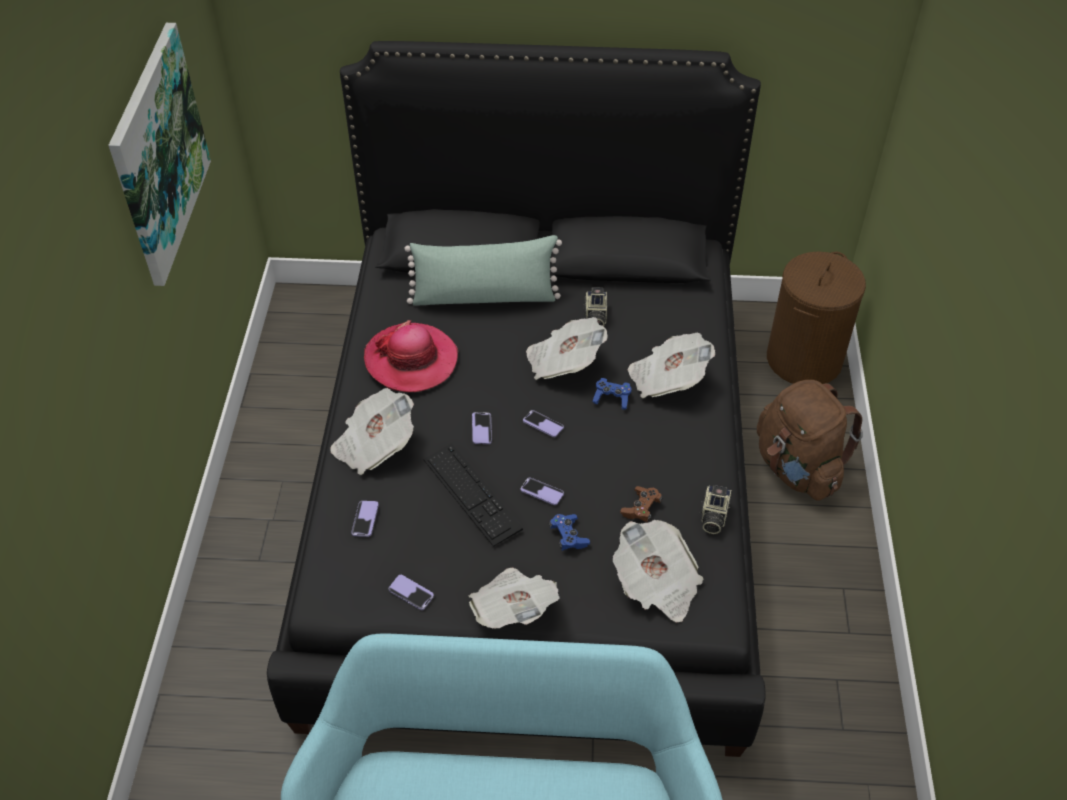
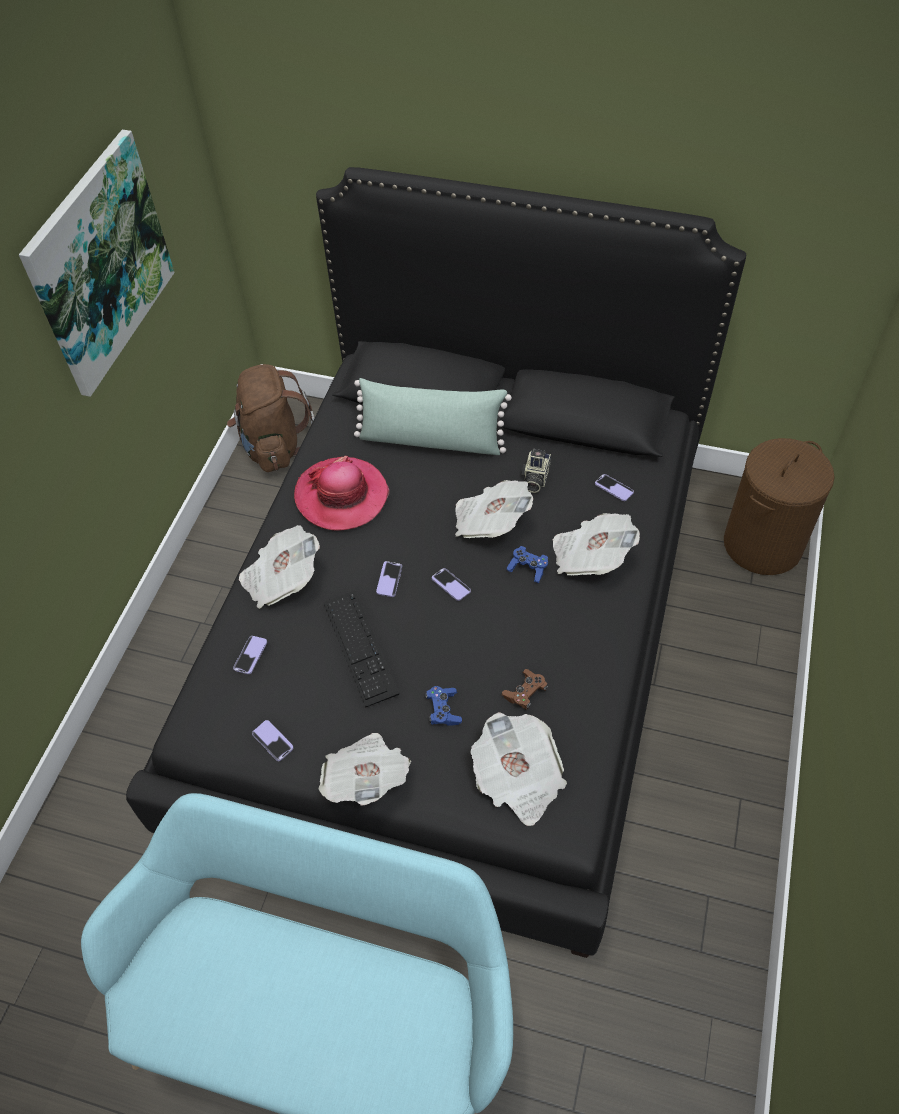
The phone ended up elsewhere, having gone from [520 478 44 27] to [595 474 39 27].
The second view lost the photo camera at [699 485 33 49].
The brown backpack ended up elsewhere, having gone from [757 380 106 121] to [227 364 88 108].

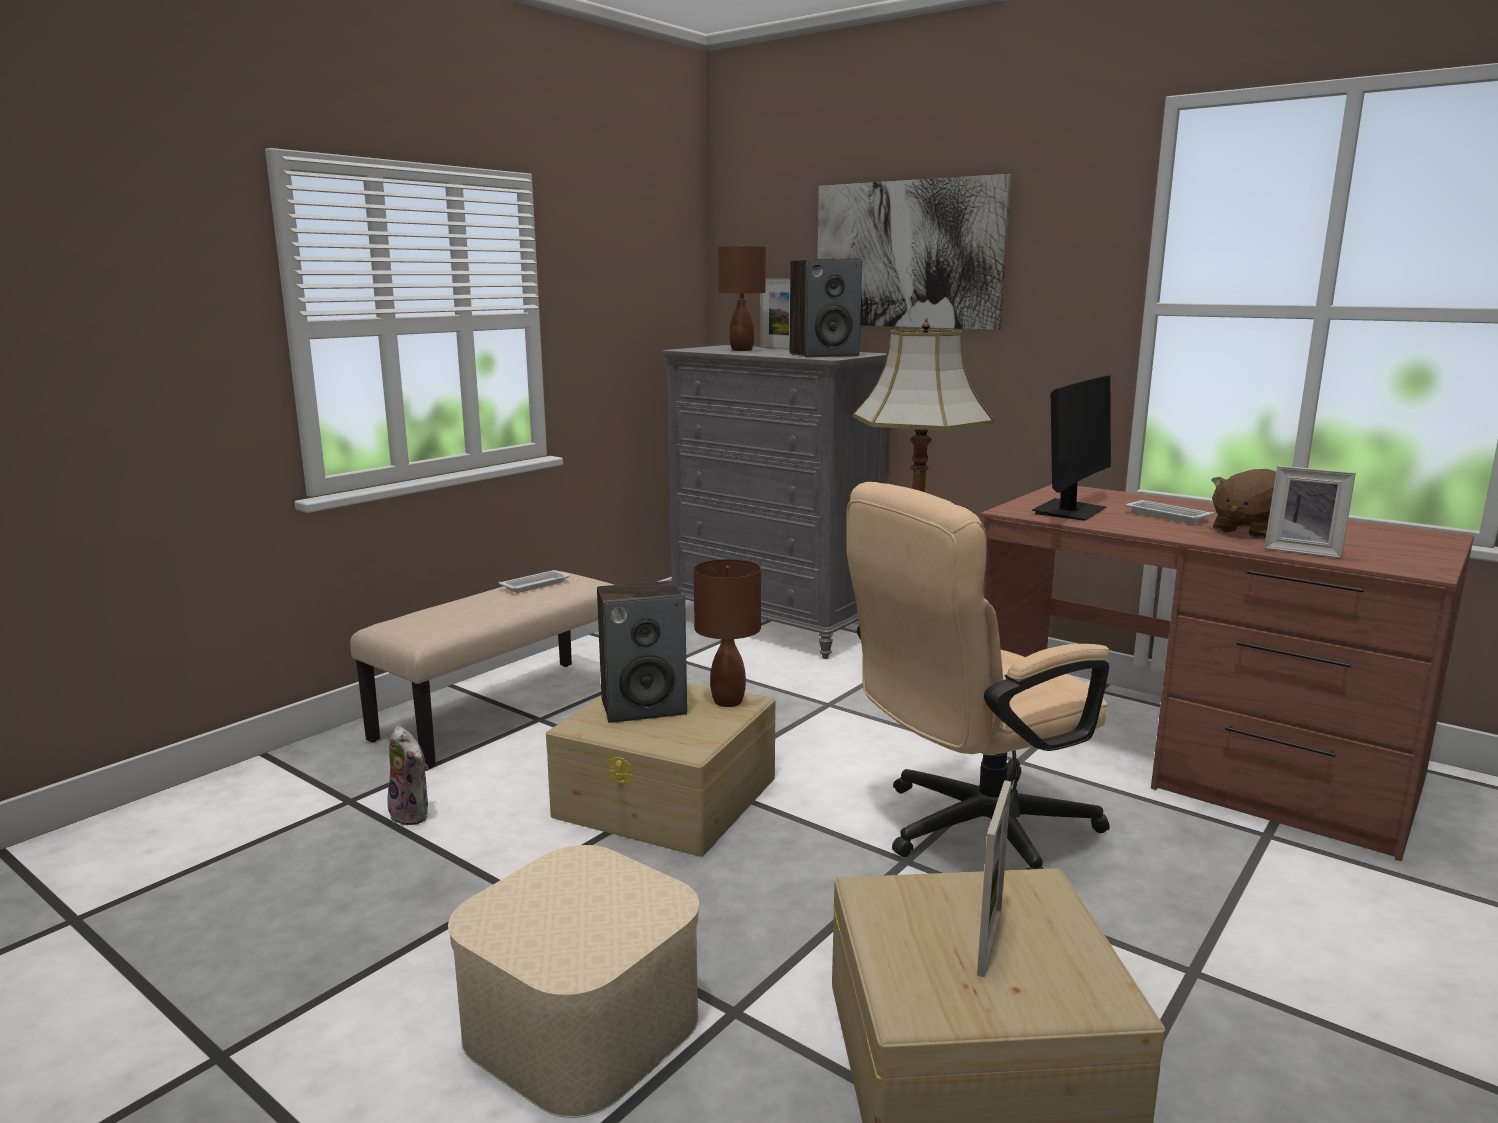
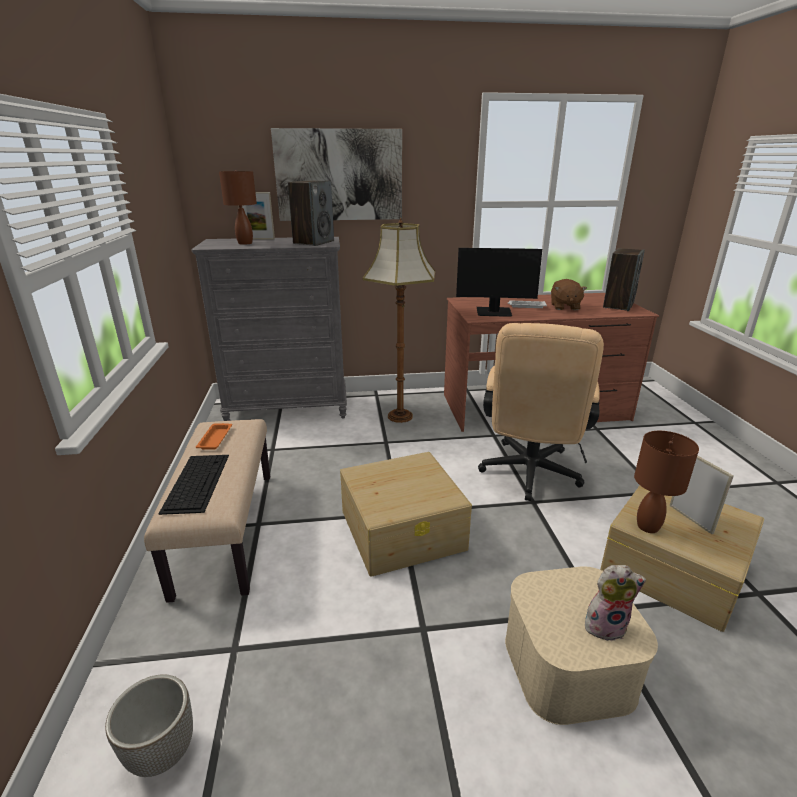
The plush toy ended up elsewhere, having gone from [387 726 41 100] to [585 565 61 76].
What was the white tray at [499 570 71 23] turned into the orange tray at [196 423 36 27].
The speaker ended up elsewhere, having gone from [597 581 90 142] to [603 248 42 63].
The brown table lamp ended up elsewhere, having gone from [693 559 68 148] to [634 431 65 102].
The monitor at [1032 375 79 146] ended up facing another way, 105 degrees clockwise from before.
The second view lost the picture frame at [1264 466 92 92].
The second view gained the planter at [105 674 88 103].
The second view gained the keyboard at [159 455 70 60].

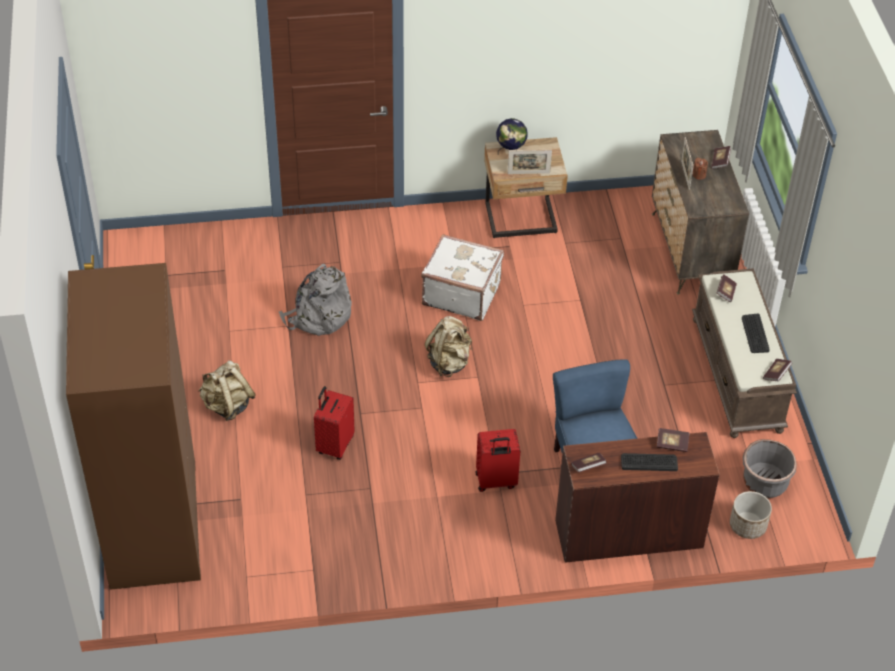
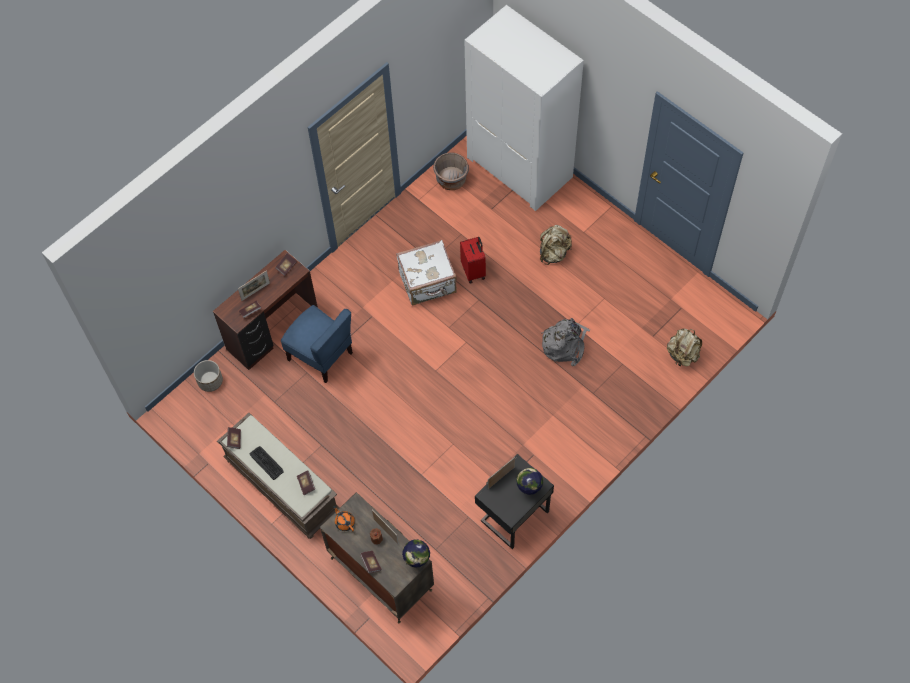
What was the brown wardrobe at [66 263 135 327] turned into the white wardrobe at [464 5 120 206].
The white suitcase ended up elsewhere, having gone from [421 234 83 87] to [396 240 61 65].
The beige backpack ended up elsewhere, having gone from [425 316 47 61] to [667 328 35 38].
The second view lost the red suitcase at [475 429 45 63].
What was the beige nightstand at [484 137 84 101] turned into the black nightstand at [475 454 79 95].
Where the keyboard stood at [621 453 57 18], the picture frame came to stand at [238 271 32 30].
The grey planter ended up elsewhere, having gone from [743 439 54 59] to [433 152 36 38].
The second view gained the orange teapot at [333 506 22 25].
The second view gained the globe at [402 539 28 29].

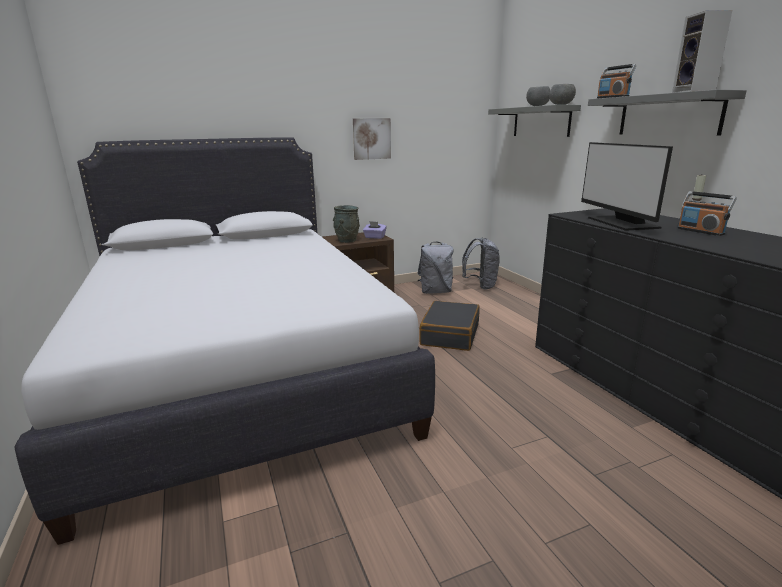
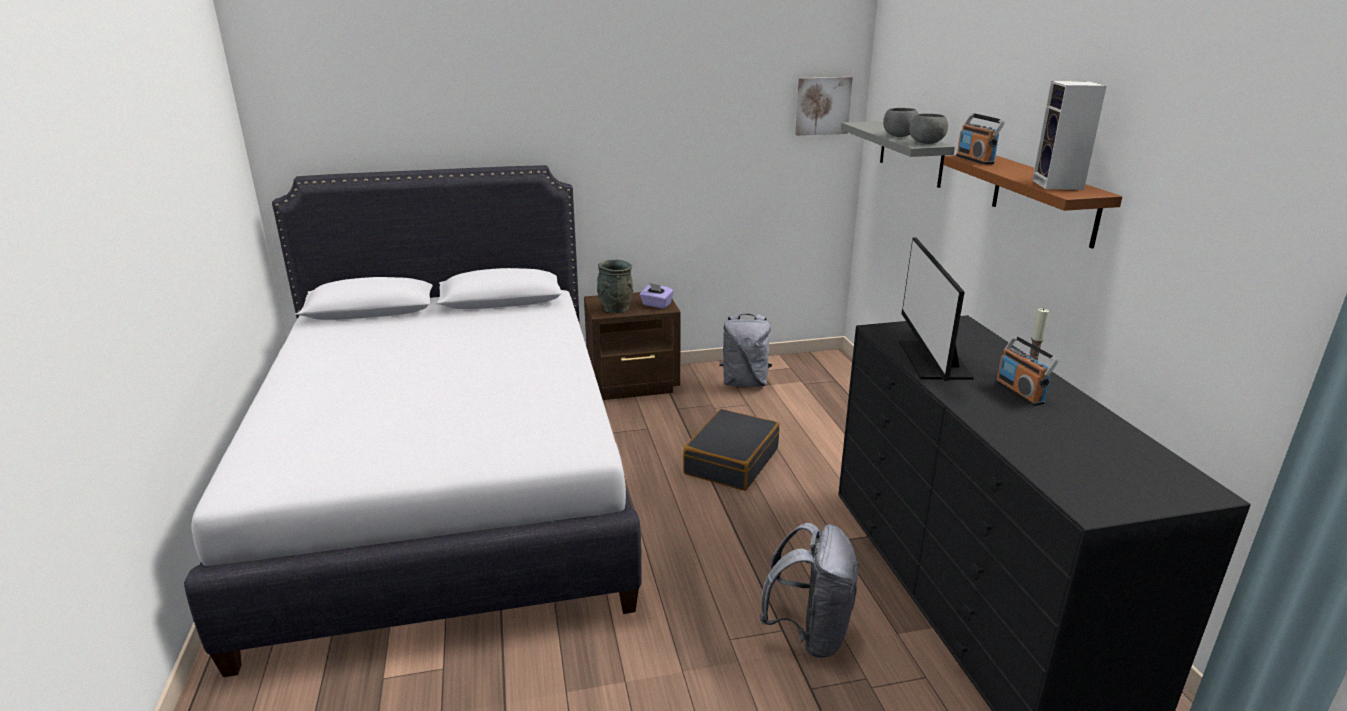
The picture ended up elsewhere, having gone from [353 118 38 42] to [795 77 58 59].
The grey backpack ended up elsewhere, having gone from [462 237 38 52] to [759 523 101 135].
What was the grey shelf at [588 89 159 47] turned into the brown shelf at [943 155 180 94].

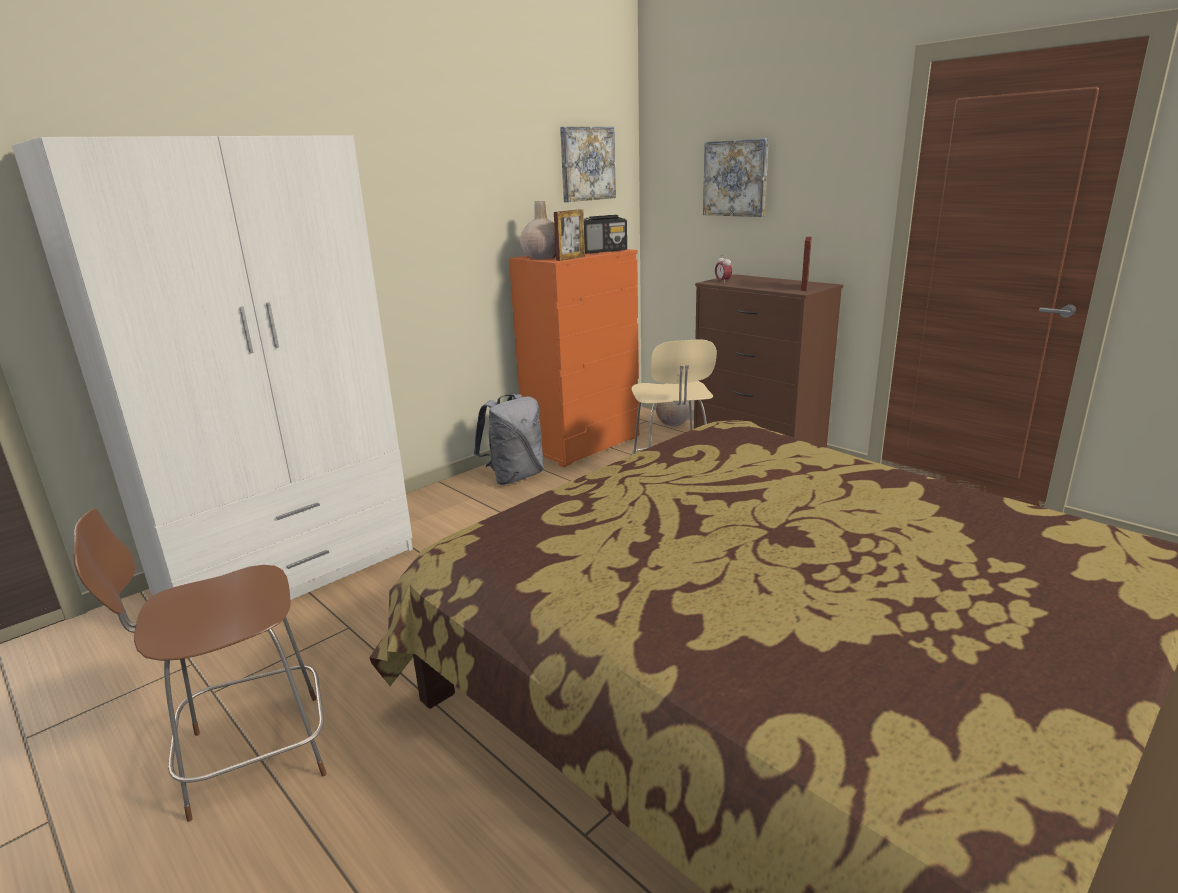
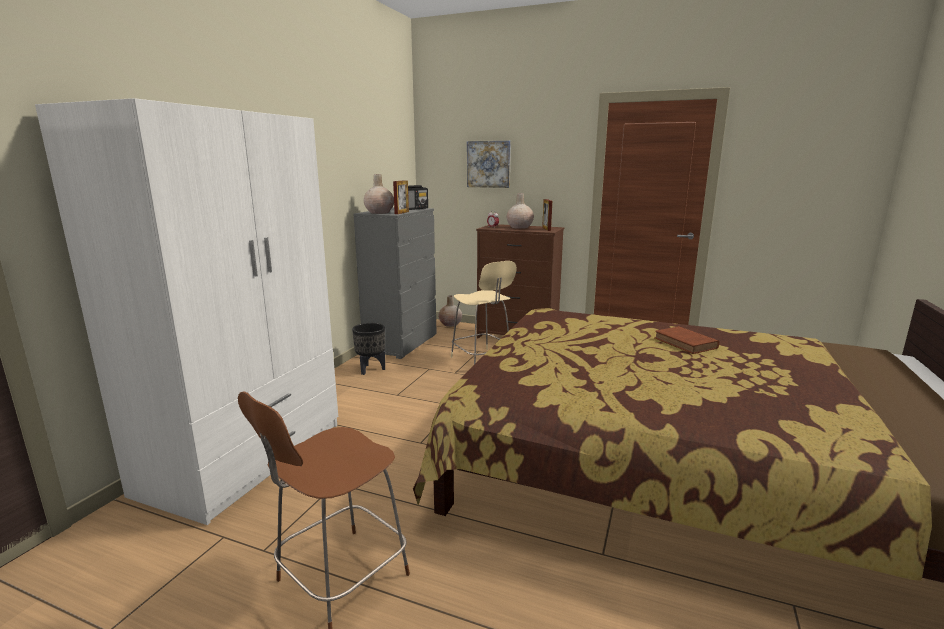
Where the grey backpack stood at [474 394 70 91], the black planter came to stand at [352 323 33 52].
What was the orange dresser at [509 249 130 218] turned into the grey dresser at [353 207 84 152].
The second view lost the picture at [560 127 56 75].
The second view gained the beige vase at [507 193 27 36].
The second view gained the brown book at [654 326 65 28].

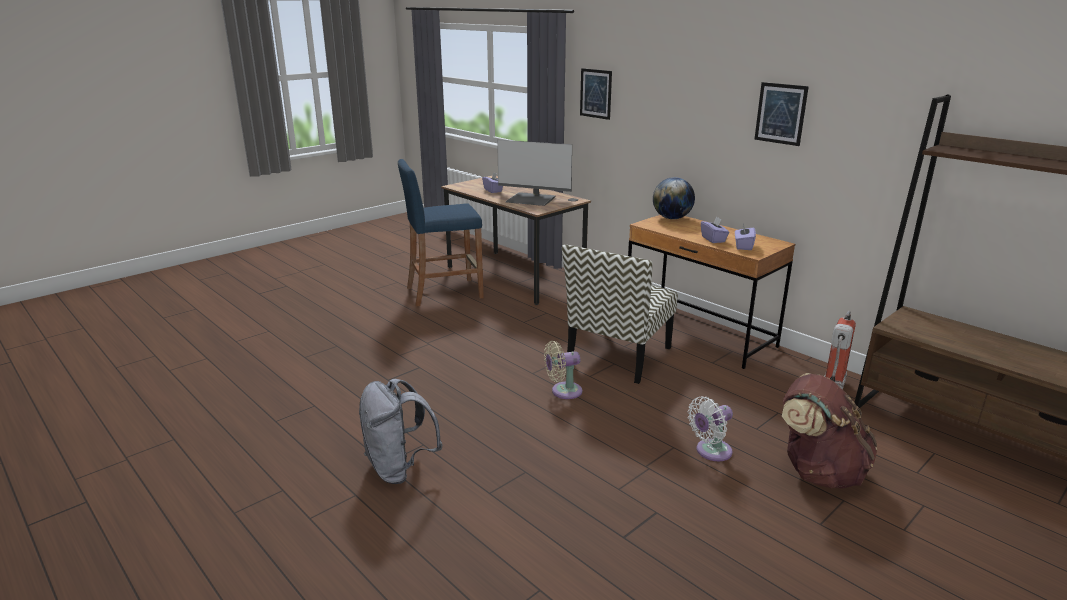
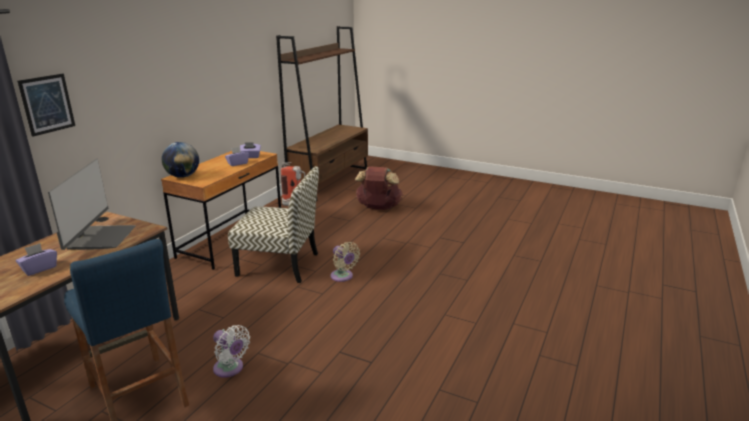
The second view lost the grey backpack at [359 379 84 105].
The white fan ended up elsewhere, having gone from [688 396 45 65] to [213 325 37 53].
The second view lost the picture at [754 82 55 64].

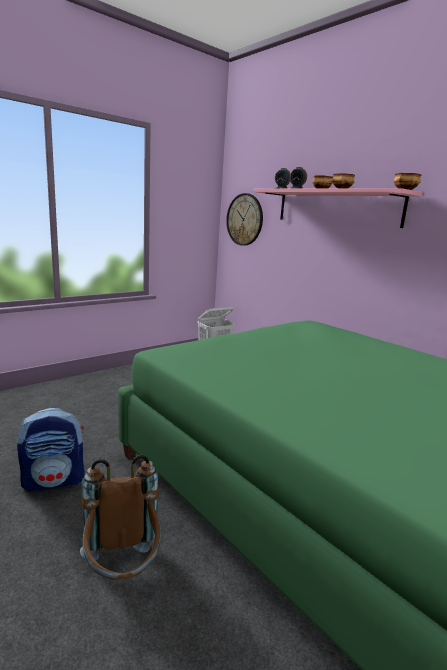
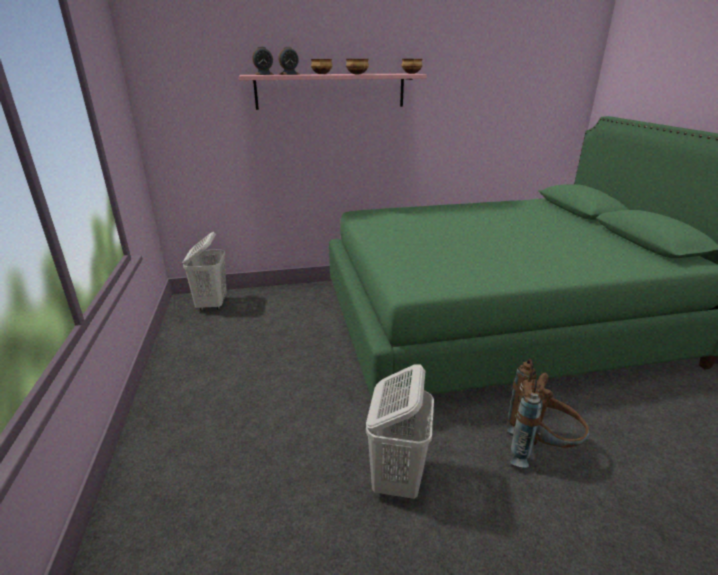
Where the backpack stood at [17 408 68 83], the white laundry basket came to stand at [366 364 68 135].
The second view lost the wall clock at [226 193 37 53].

